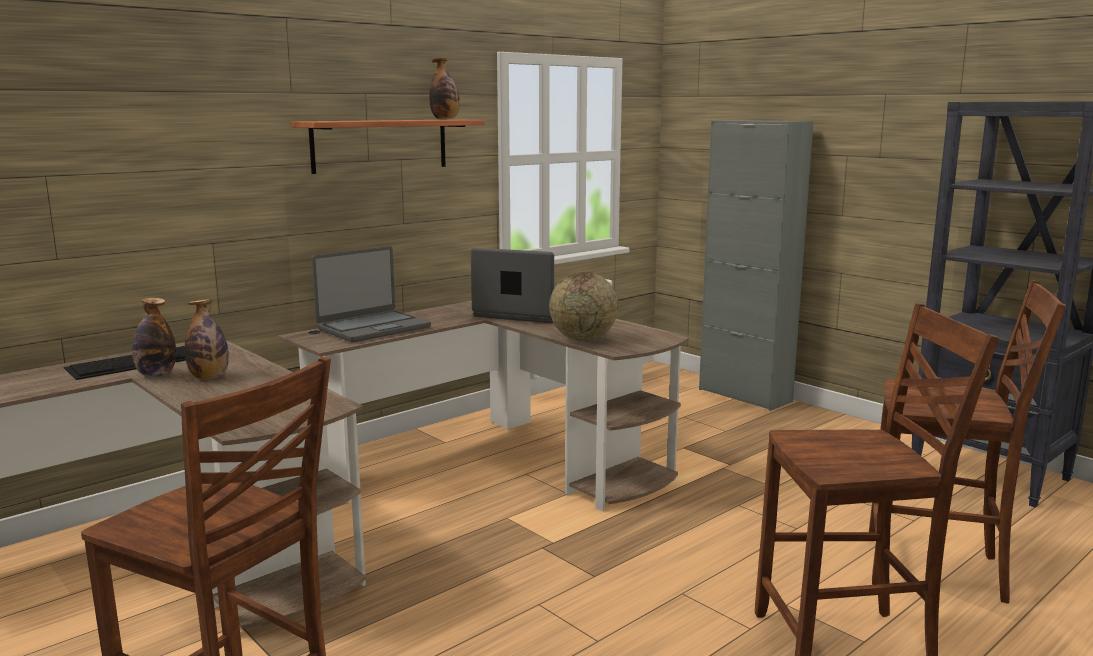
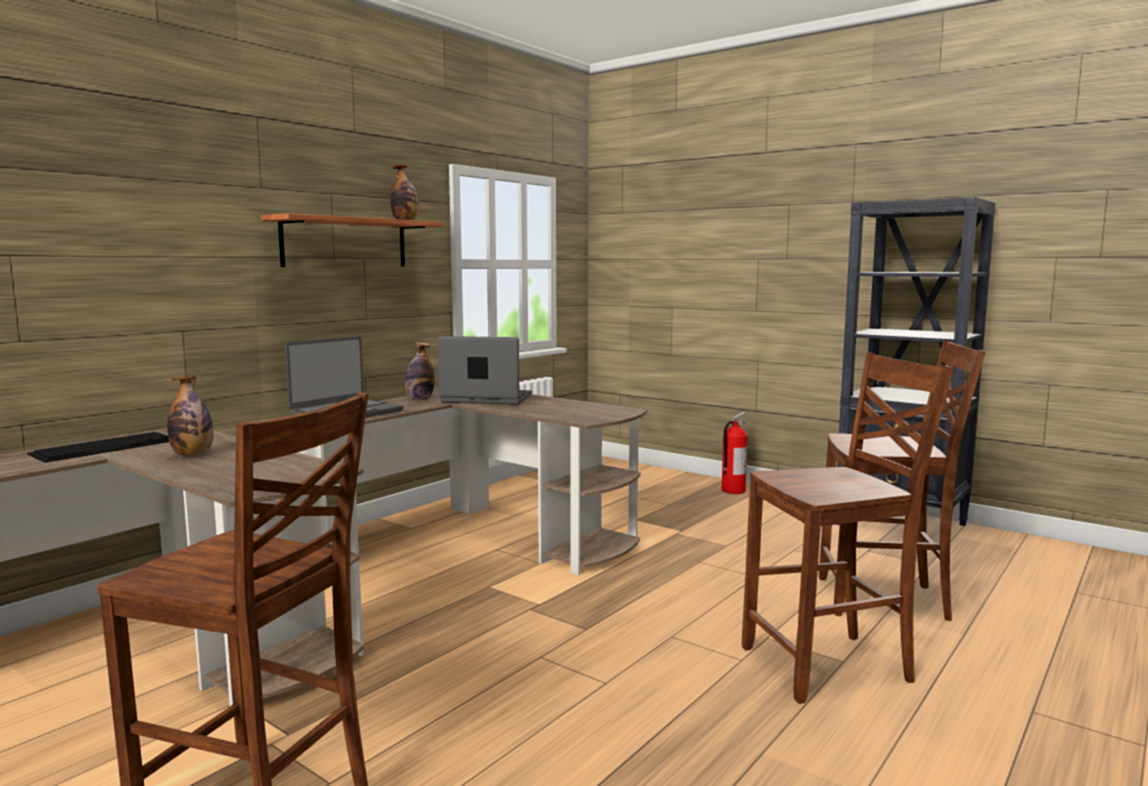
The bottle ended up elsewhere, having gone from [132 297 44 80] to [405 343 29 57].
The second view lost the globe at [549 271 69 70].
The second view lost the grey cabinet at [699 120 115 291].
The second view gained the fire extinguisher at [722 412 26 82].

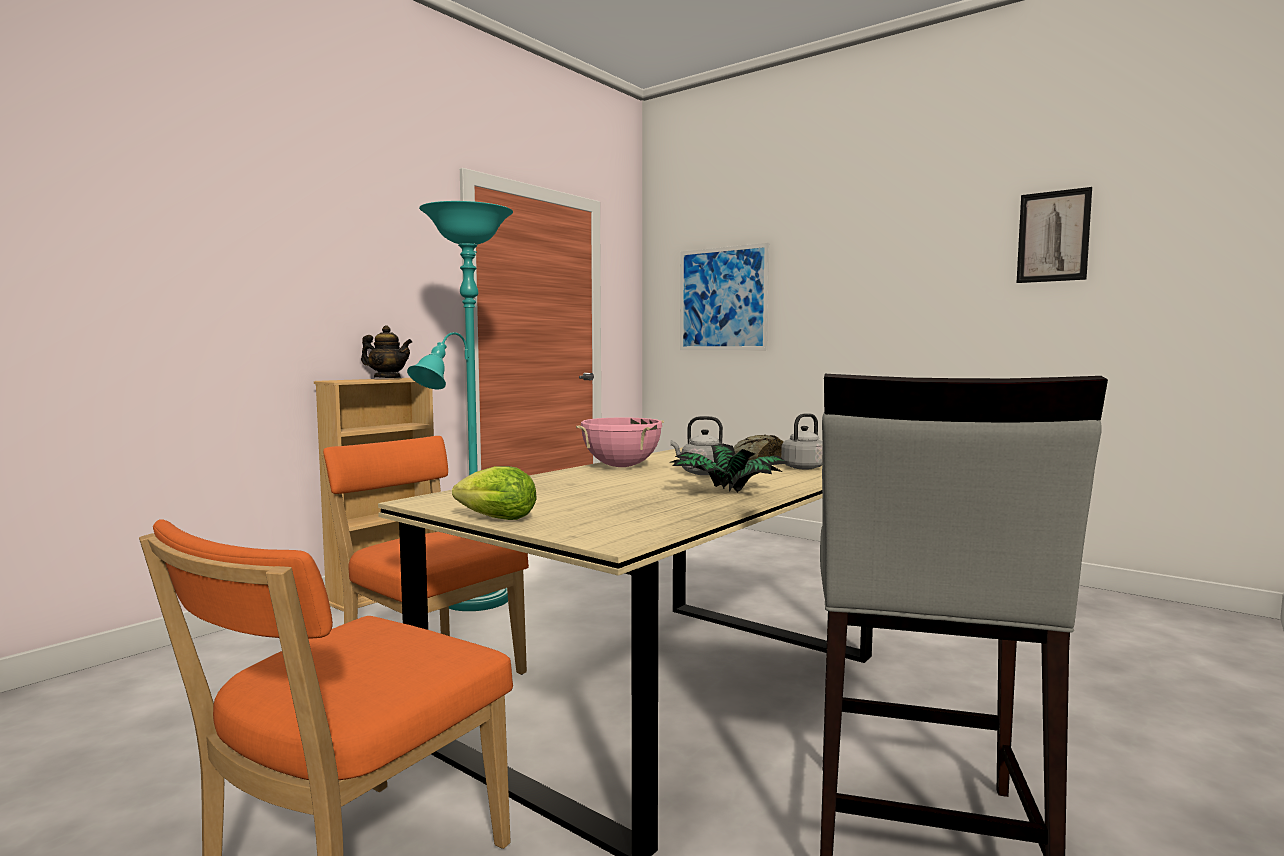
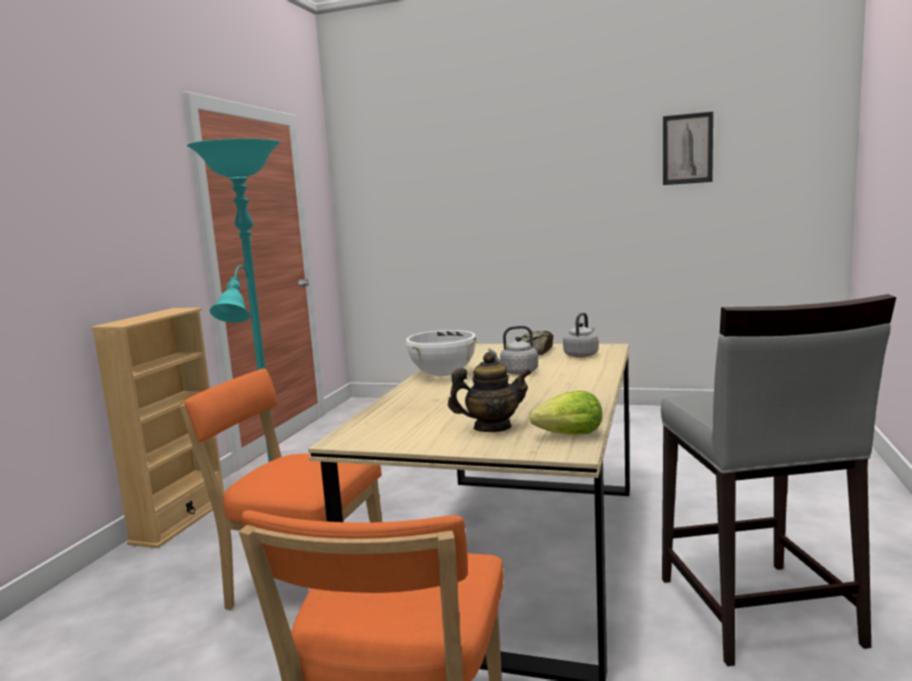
The teapot ended up elsewhere, having gone from [361 326 51 52] to [448 352 83 80].
The lettuce ended up elsewhere, having gone from [452 466 84 54] to [529 391 73 44].
What was the pink cooking pot at [576 418 88 49] turned into the white cooking pot at [406 330 71 46].
The second view lost the potted plant at [672 444 116 48].
The second view lost the picture at [680 243 89 107].

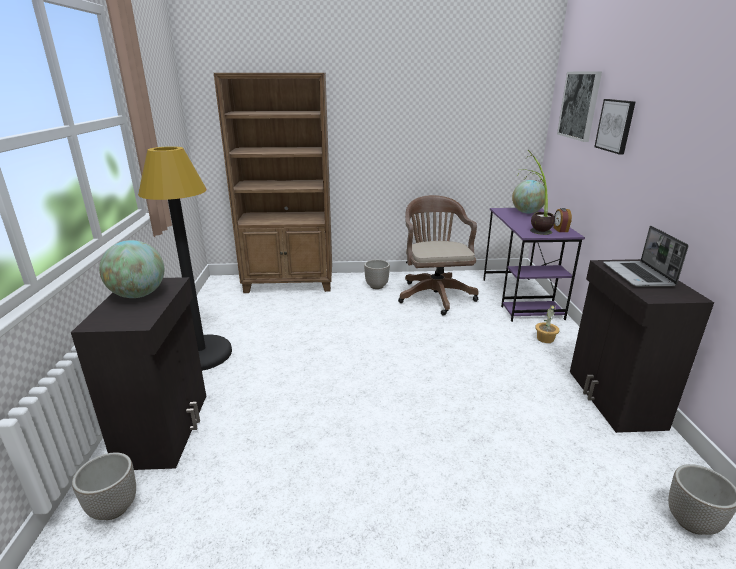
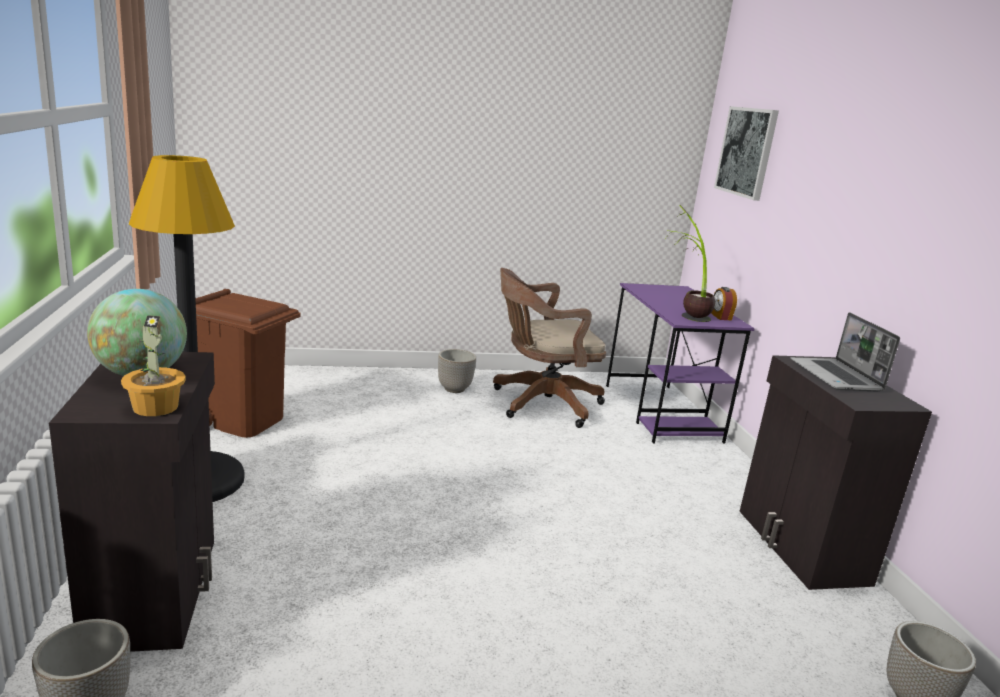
The second view lost the brown bookcase at [214 73 118 220].
The brown office chair at [398 195 80 120] ended up facing another way, 90 degrees counterclockwise from before.
The second view lost the globe at [512 180 33 33].
The potted plant ended up elsewhere, having gone from [535 305 25 38] to [121 315 65 101].
The second view lost the picture at [594 99 41 56].
The second view gained the brown trash can at [195 289 106 149].

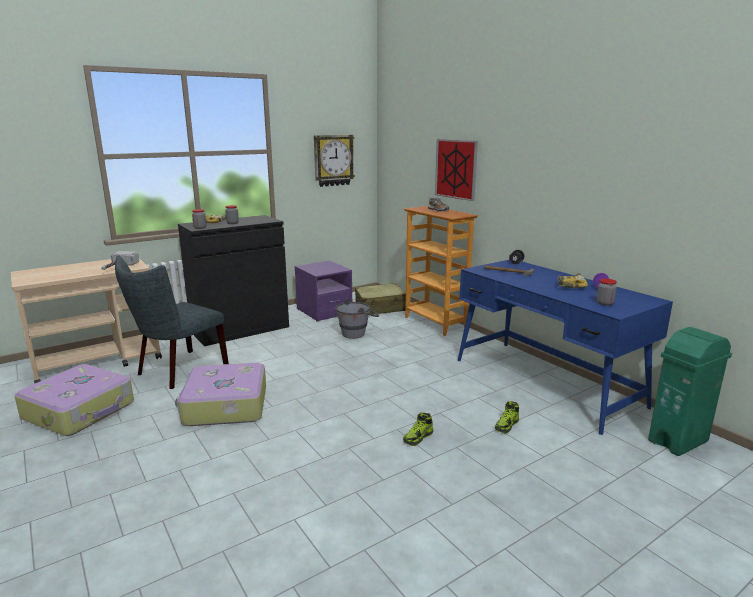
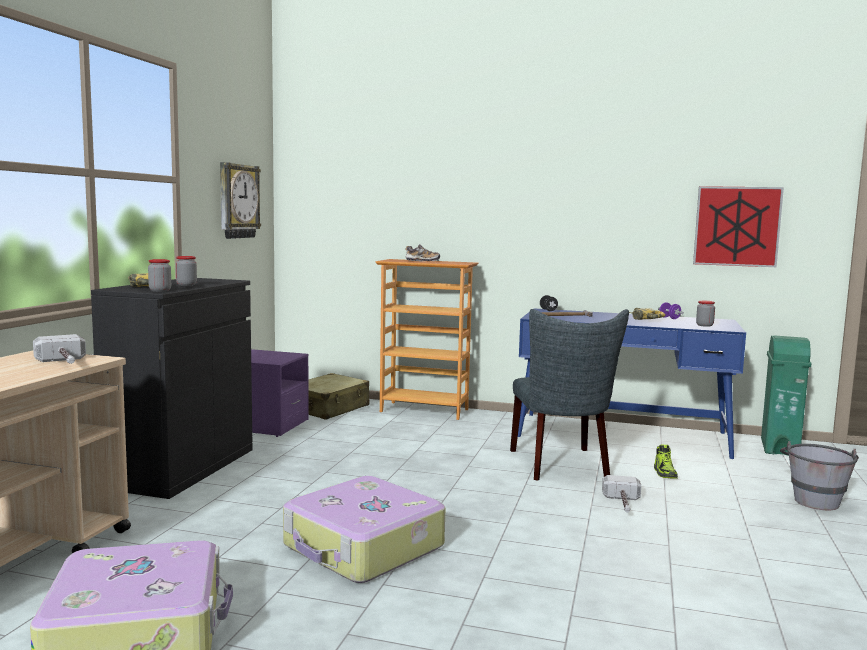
The grey chair ended up elsewhere, having gone from [115 256 114 133] to [510 309 119 172].
The grey bucket ended up elsewhere, having gone from [335 299 44 40] to [780 441 79 69].
Where the shoe stood at [403 412 30 34], the hammer came to stand at [602 475 39 38].
The picture ended up elsewhere, having gone from [435 139 43 62] to [693 186 91 81].

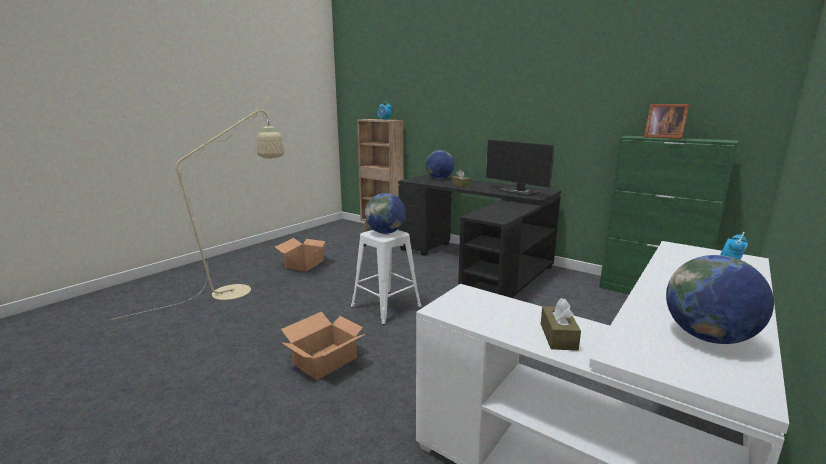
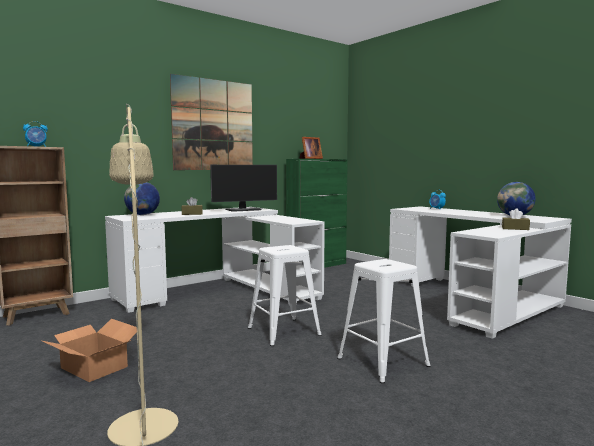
Where the cardboard box stood at [281 312 85 68], the white stool came to stand at [337 259 94 125].
The second view lost the globe at [365 193 41 41].
What was the black desk at [398 174 163 124] turned into the white desk at [105 207 220 106].
The second view gained the picture at [170 74 83 96].

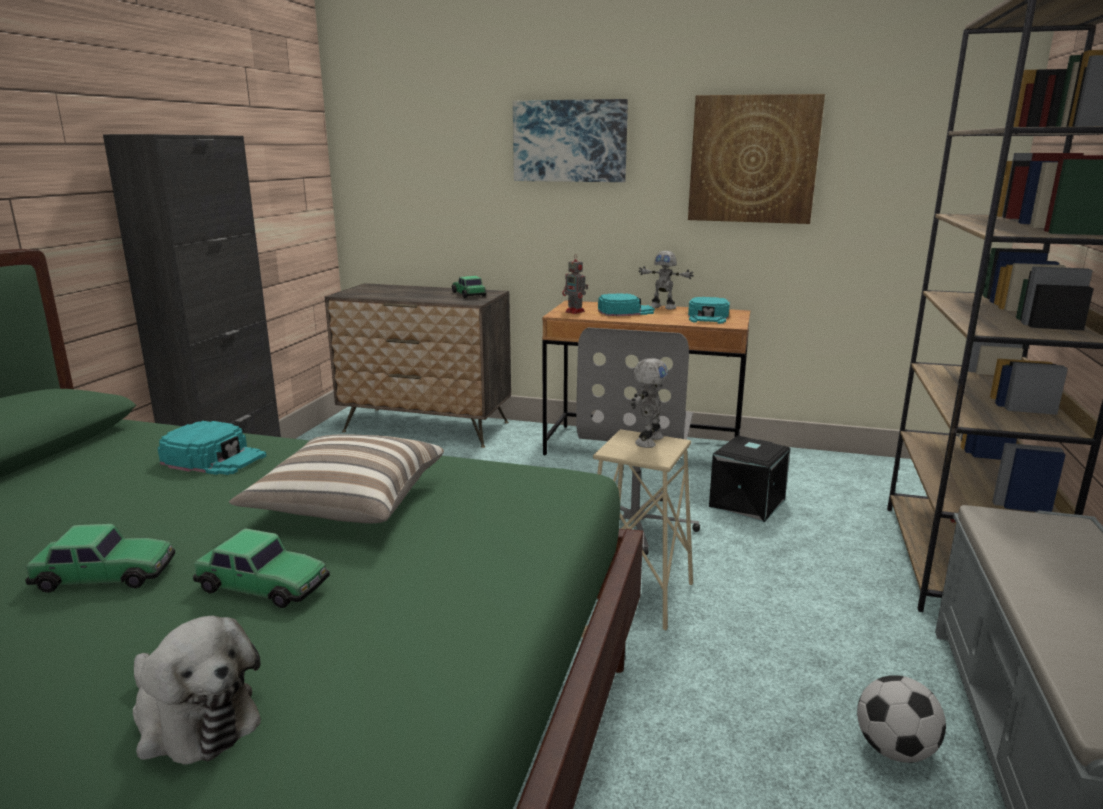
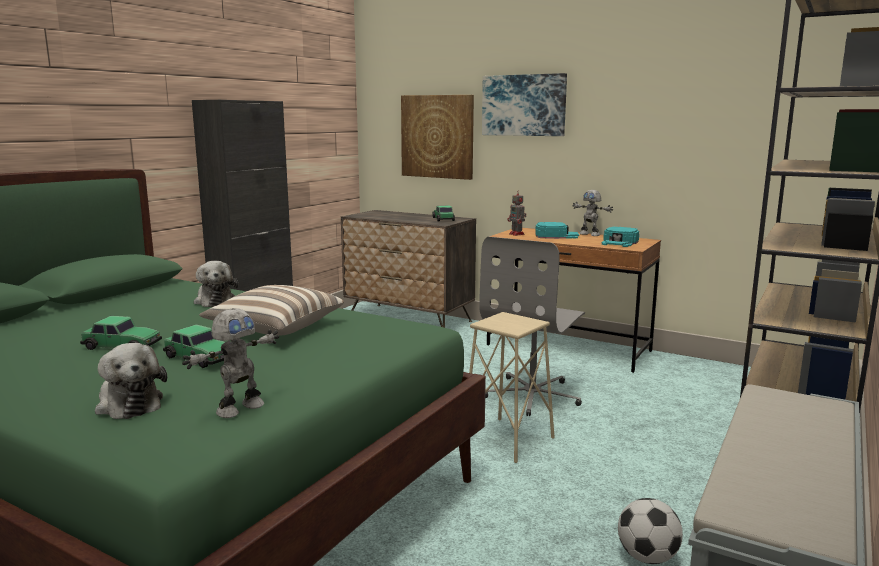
Where the turquoise cap stood at [158 421 109 54], the plush toy came to stand at [194 261 44 46].
The toy robot ended up elsewhere, having gone from [631 358 37 90] to [182 308 97 110].
The picture ended up elsewhere, having gone from [688 94 137 130] to [401 95 73 85].
The second view lost the black storage box at [709 436 82 86].

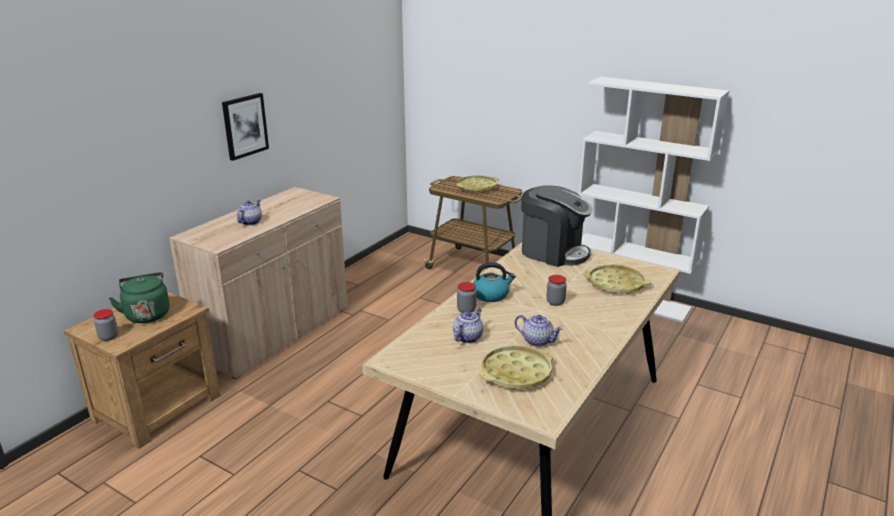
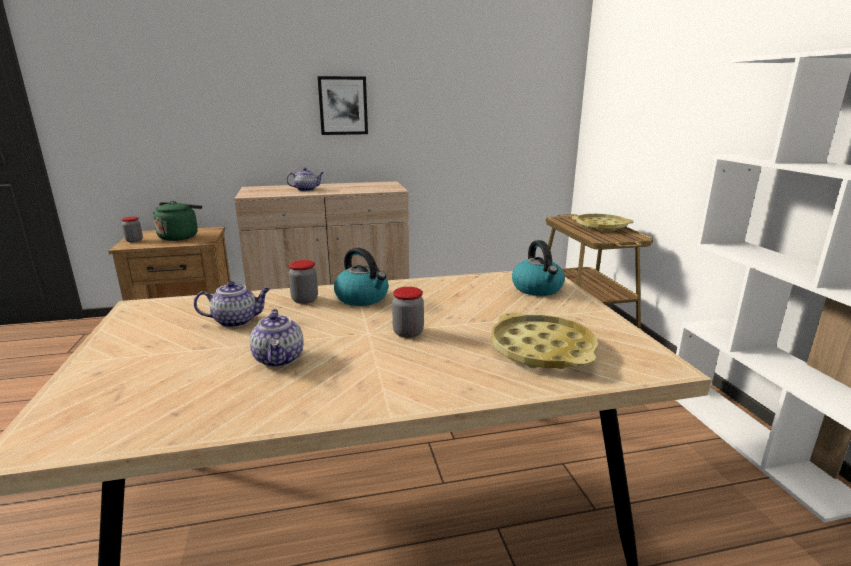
The second view lost the yellow tray at [480 345 73 45].
Where the coffee machine stood at [521 185 72 82], the kettle came to stand at [512 240 53 56].

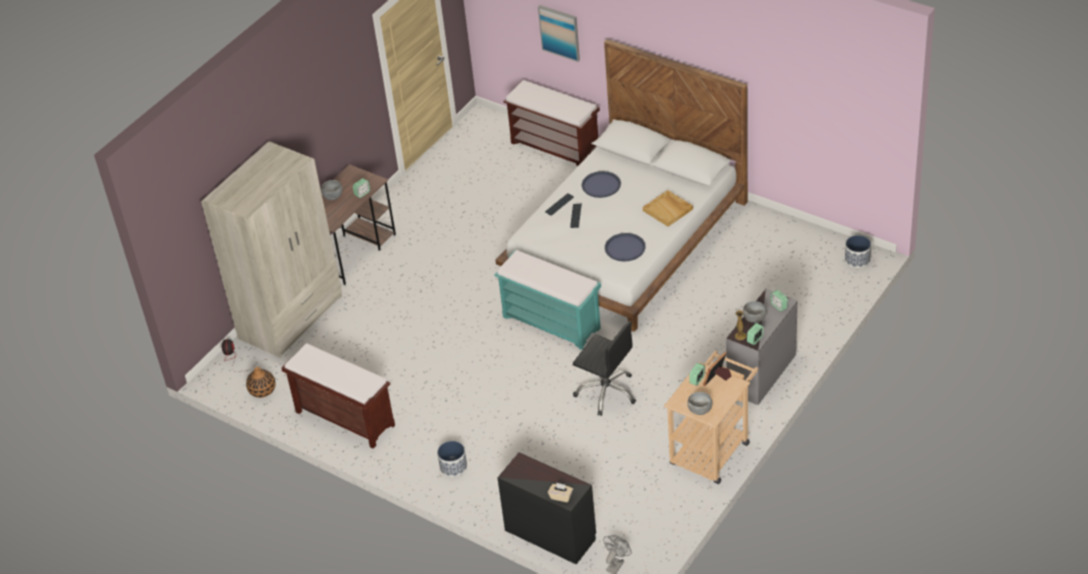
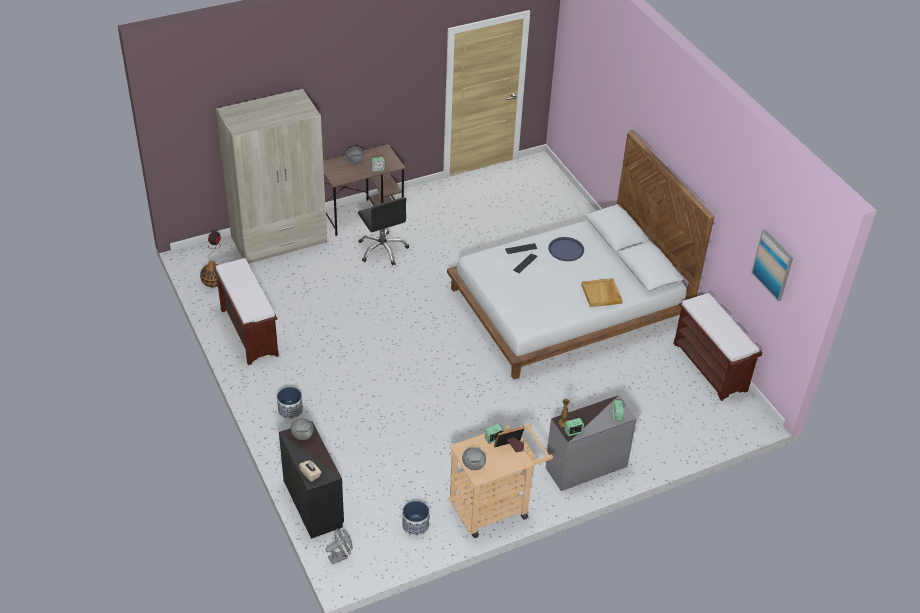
The second view lost the turquoise bench at [494 250 107 100].
The brown bench ended up elsewhere, having gone from [503 80 97 86] to [673 292 89 109].
The picture ended up elsewhere, having gone from [538 5 42 57] to [751 230 42 71].
The black office chair ended up elsewhere, having gone from [573 321 63 95] to [358 197 51 69].
The second view lost the blue tray at [605 233 41 29].
The grey bowl ended up elsewhere, having gone from [743 301 24 22] to [290 418 24 22].
The planter ended up elsewhere, having gone from [845 235 26 33] to [402 501 27 35].

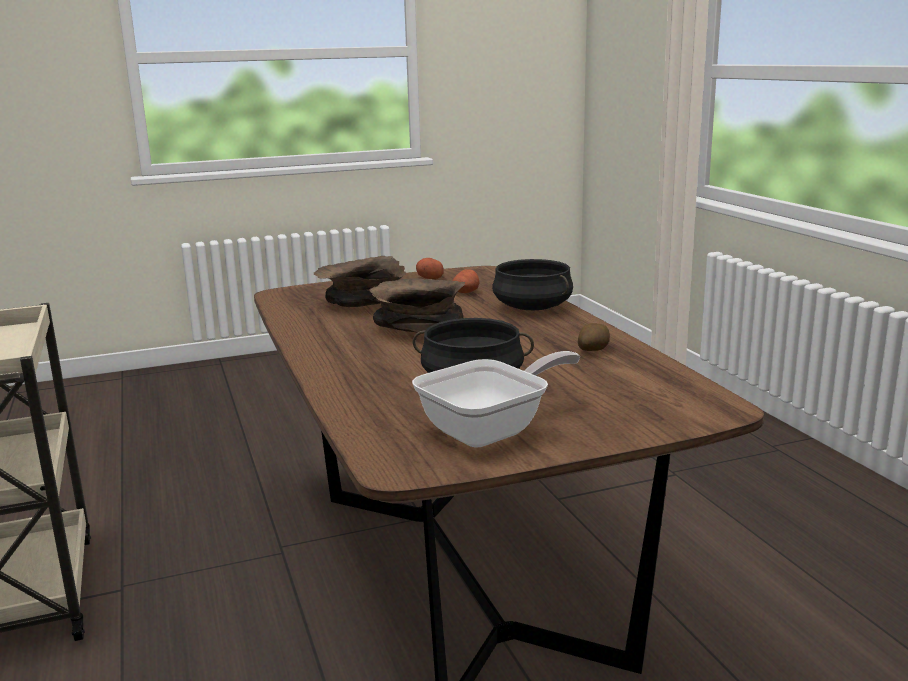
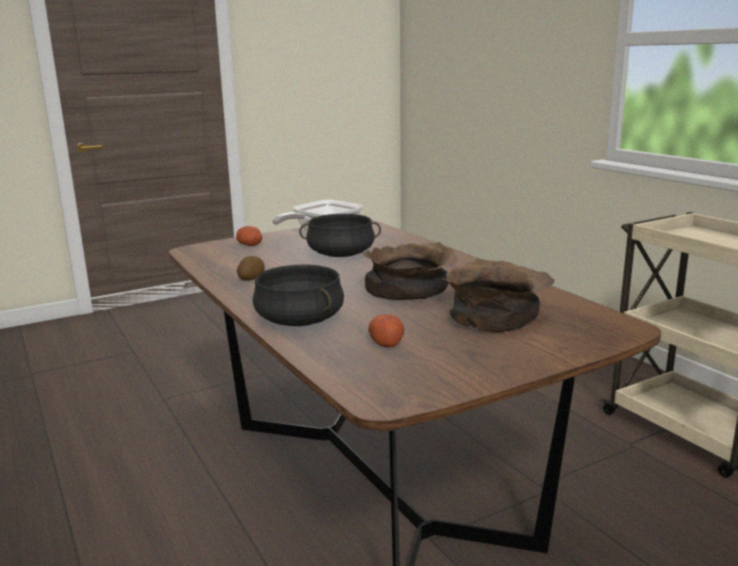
The potato ended up elsewhere, having gone from [416 258 28 21] to [236 226 26 20].

